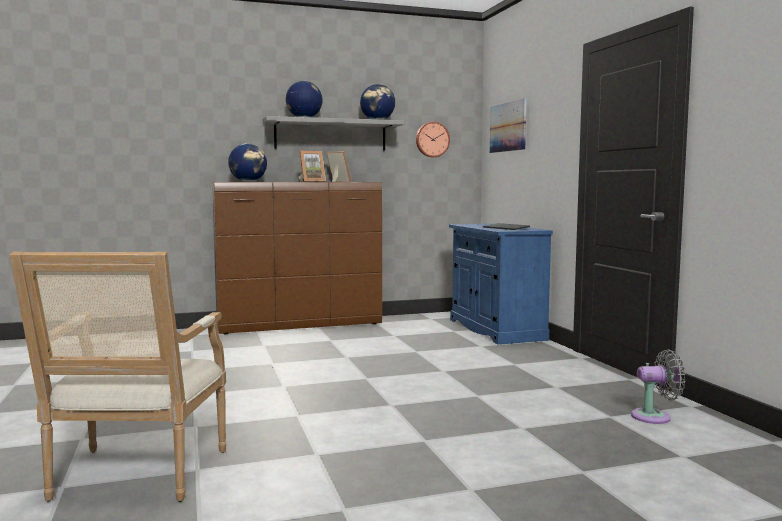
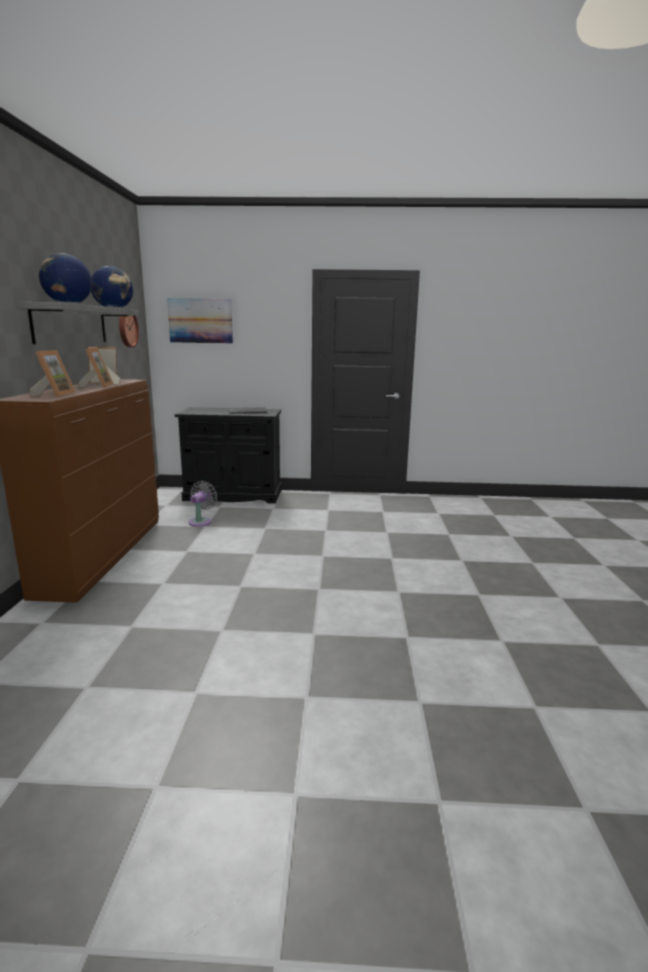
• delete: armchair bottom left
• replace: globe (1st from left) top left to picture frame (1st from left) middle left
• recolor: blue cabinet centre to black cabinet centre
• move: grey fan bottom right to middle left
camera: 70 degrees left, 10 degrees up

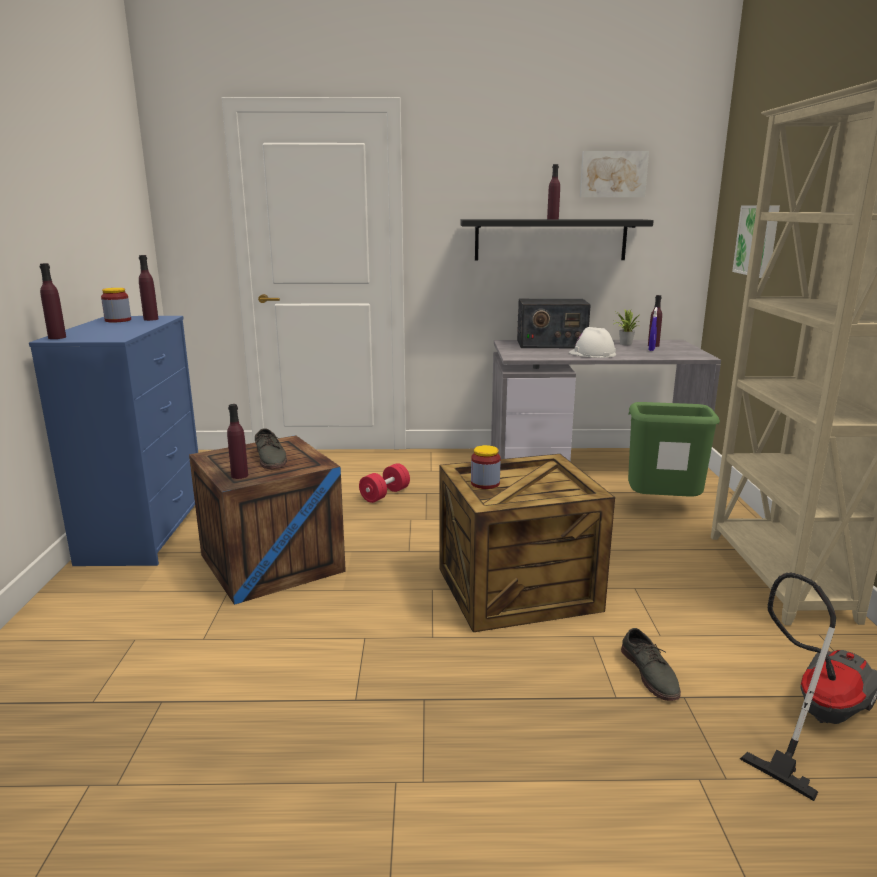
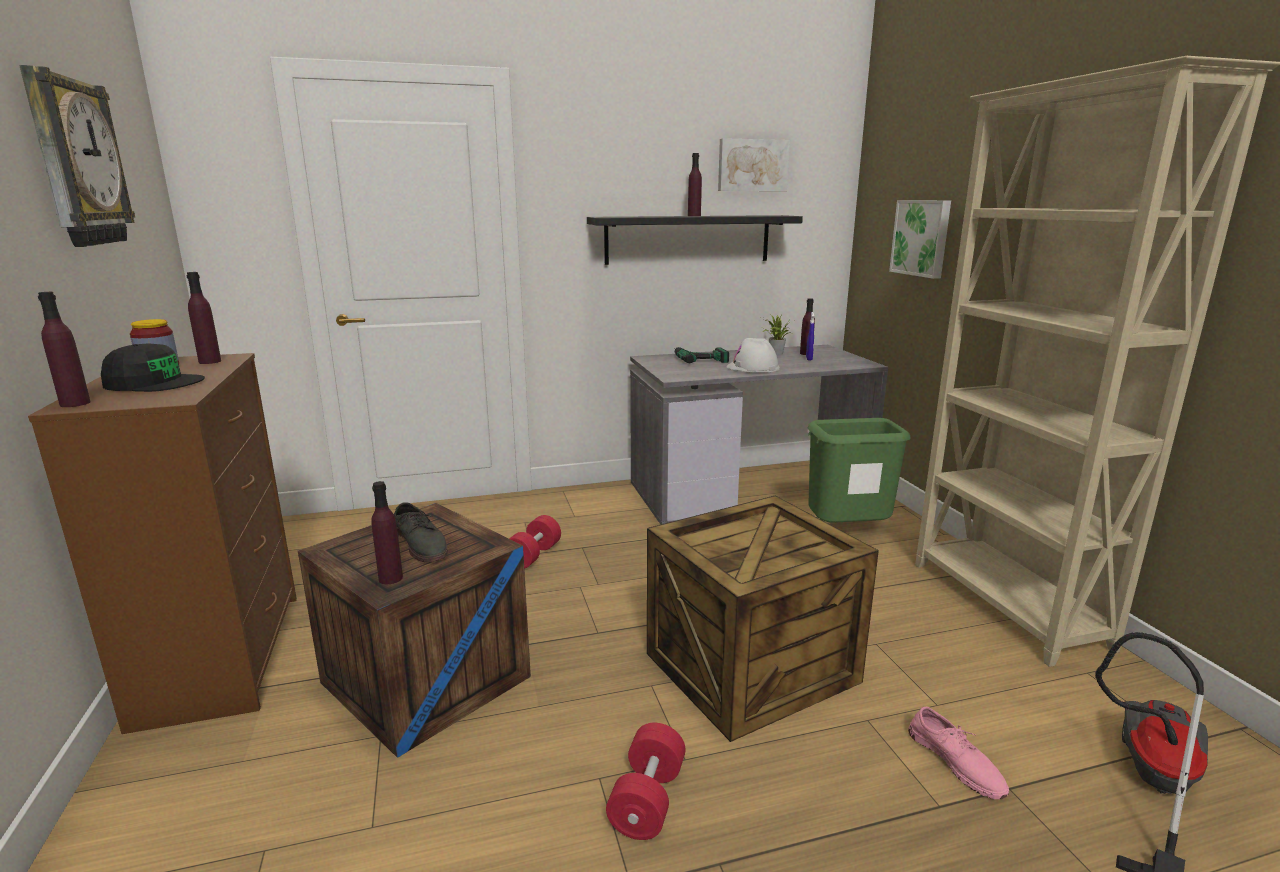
• recolor: blue dresser middle left to brown dresser middle left
• delete: jar (2nd from left) centre
• replace: radio centre to power drill centre
• recolor: grey shoe (2nd from left) bottom right to pink shoe bottom right
• insert: wall clock top left
• insert: black cap middle left
• insert: red dumbbell (2nd from left) bottom centre
camera: 15 degrees left, 0 degrees up

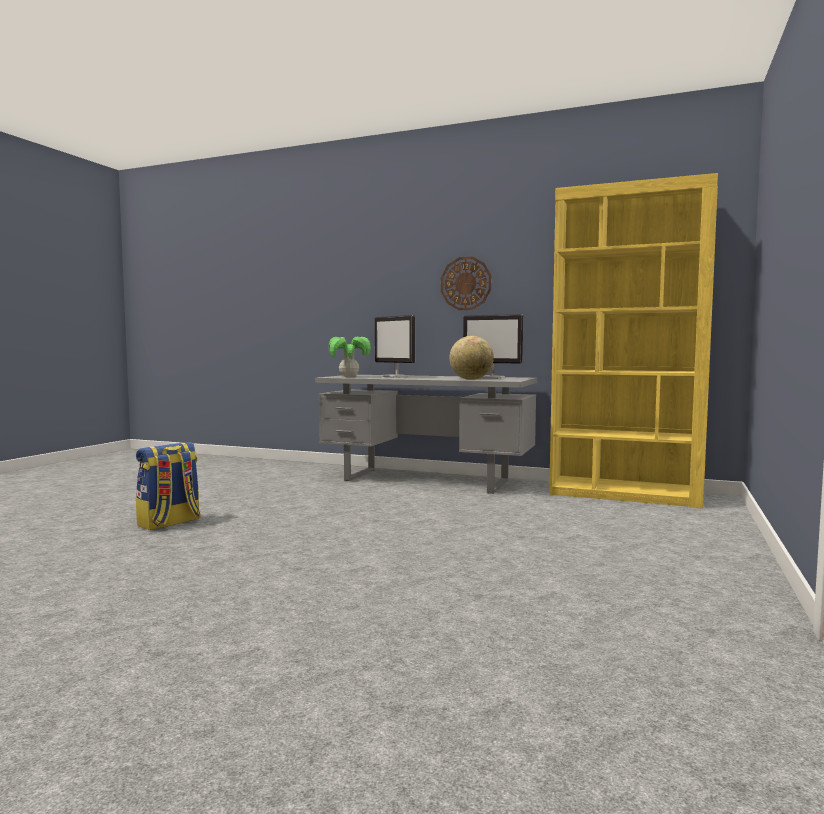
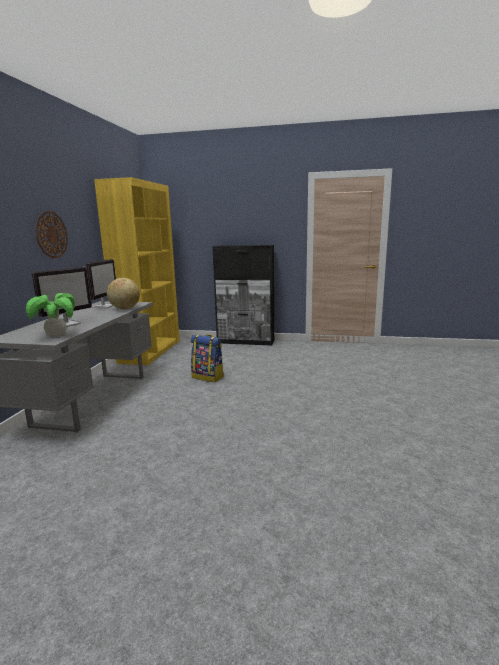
• move: backpack middle left to centre
• insert: black cabinet centre
camera: 100 degrees left, 10 degrees up

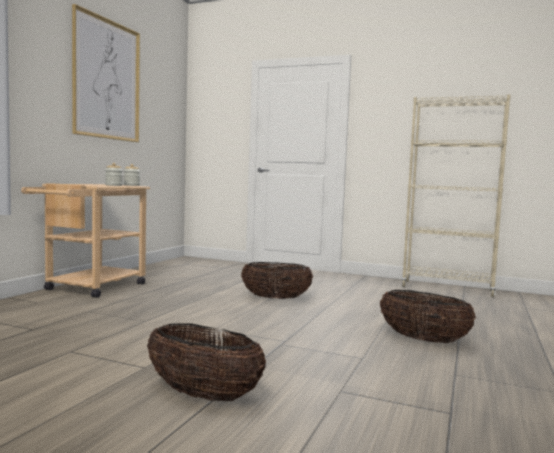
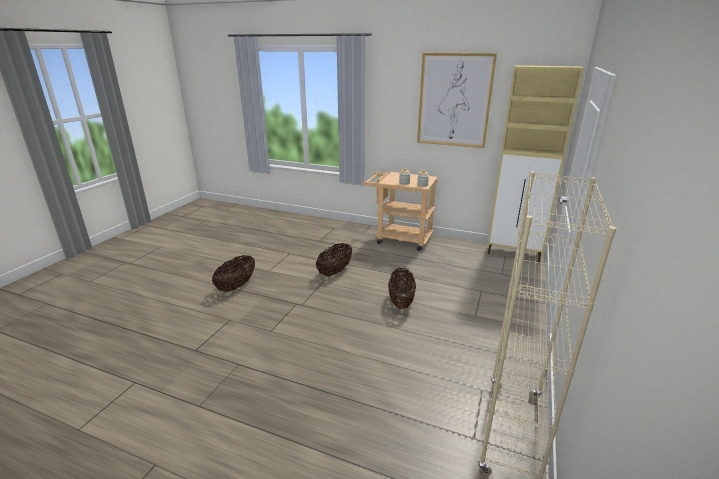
• move: basket (3rd from left in the first image) bottom right to basket (2nd from left) centre
• insert: beige cabinet middle right
camera: 90 degrees right, 20 degrees up

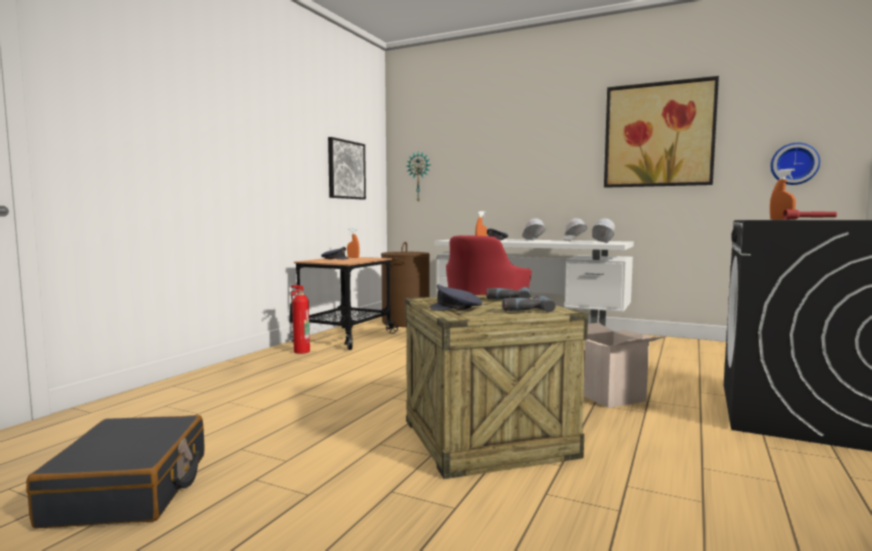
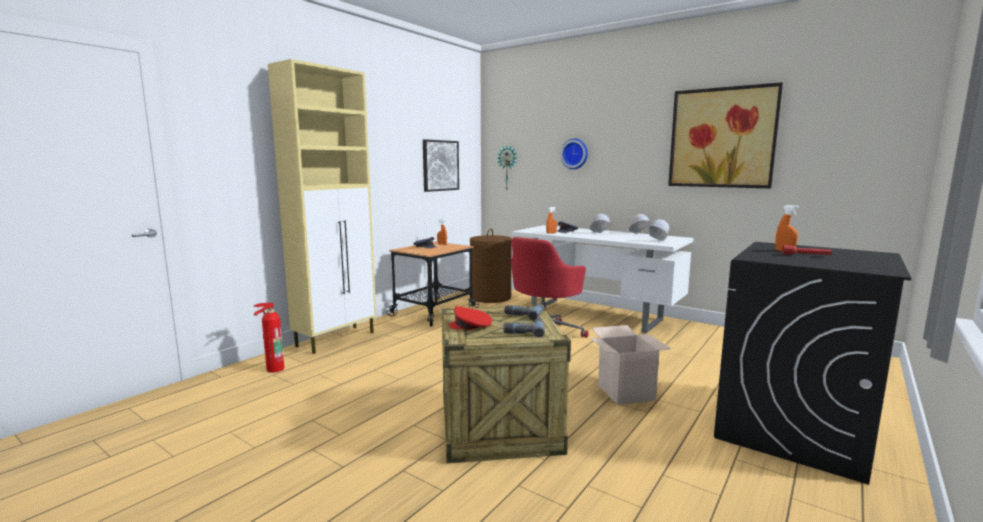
• delete: black suitcase bottom left
• move: fire extinguisher centre to middle left
• recolor: grey cap (2nd from left) centre to red cap centre
• move: wall clock (2nd from left) top right to top centre
• insert: beige cabinet middle left
camera: 10 degrees right, 5 degrees up

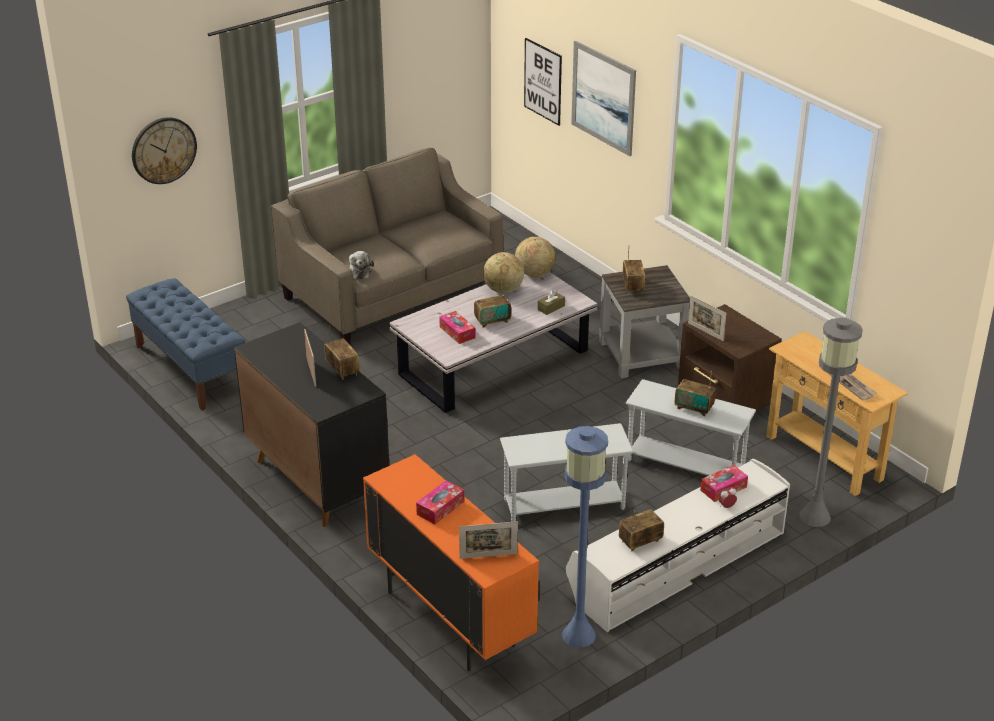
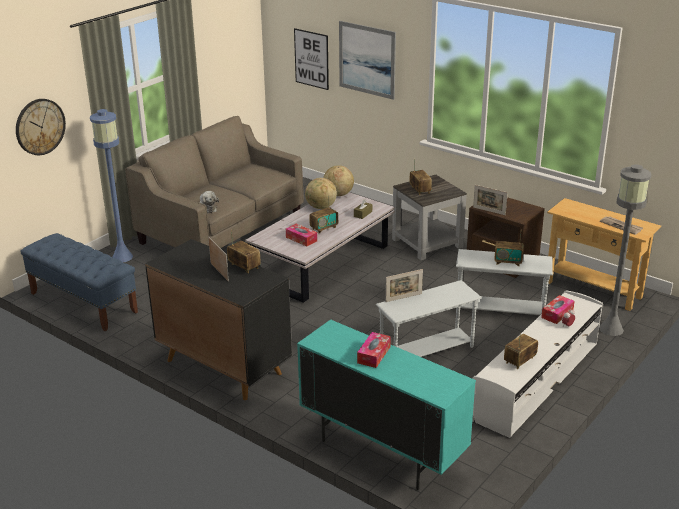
• recolor: orange cabinet bottom centre to turquoise cabinet bottom centre
• move: picture frame (2nd from left) bottom centre to centre
• move: blue floor lamp bottom centre to middle left
camera: 15 degrees left, 5 degrees down

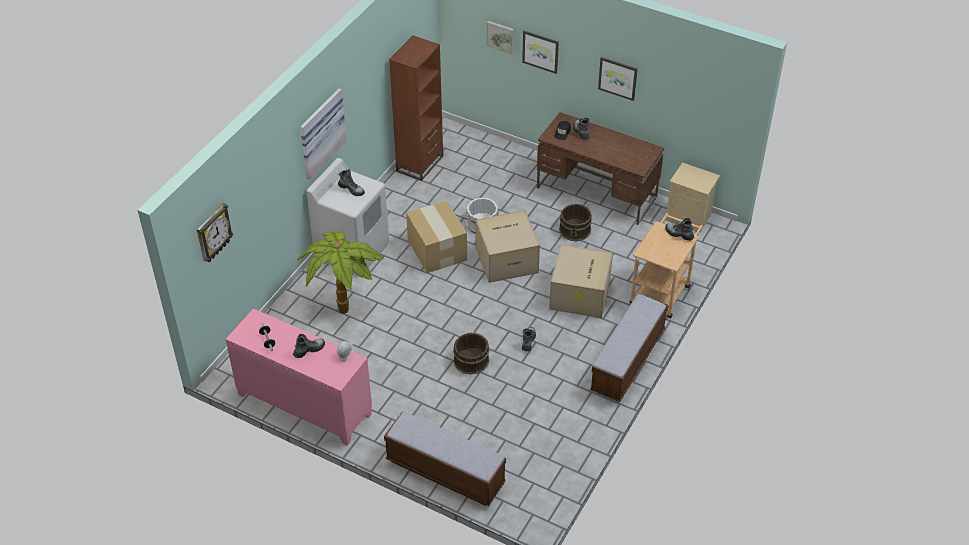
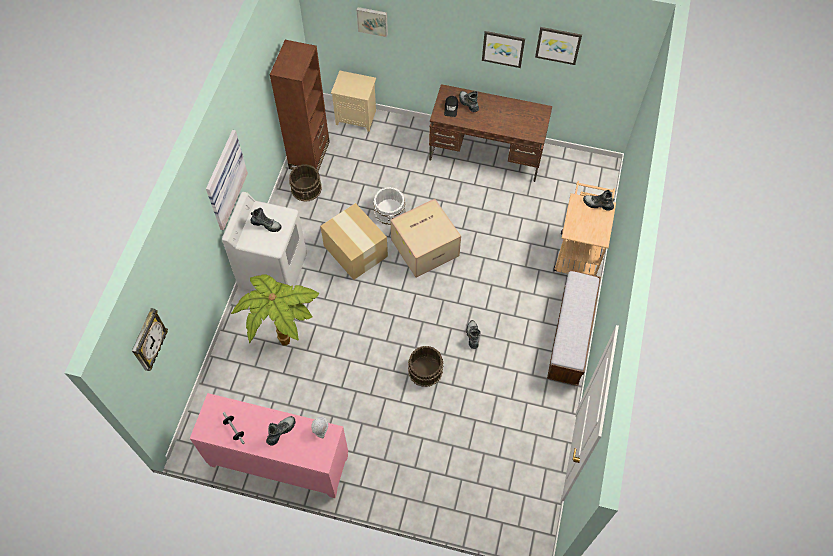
• delete: bench (1st from left) bottom centre
• move: picture (3rd from left in the first image) top centre to picture (4th from left) top right
• delete: cardboard box (3rd from left) centre
• move: brown bucket (2nd from left in the first image) centre to brown bucket (1st from left) top centre
• move: beige nightstand middle right to top centre
camera: 15 degrees left, 15 degrees up

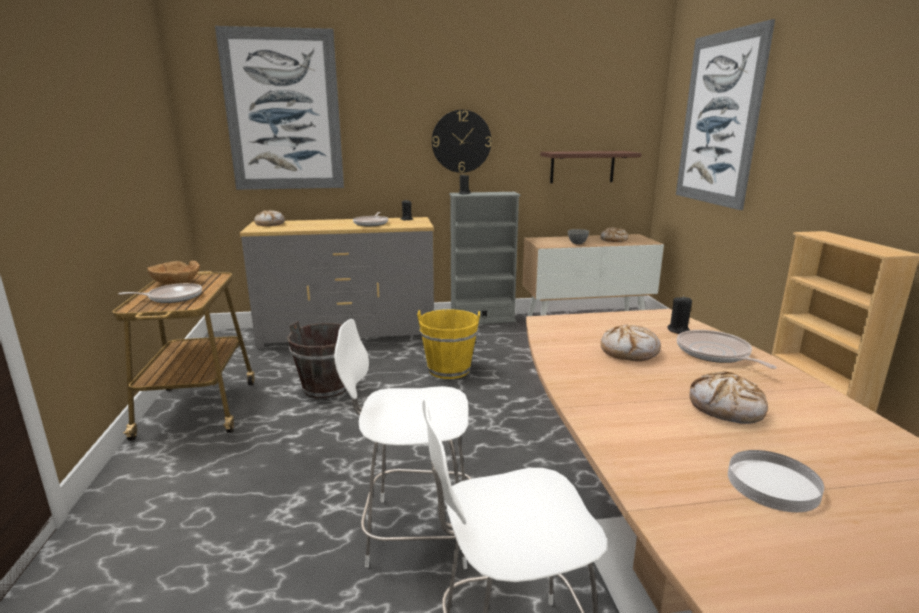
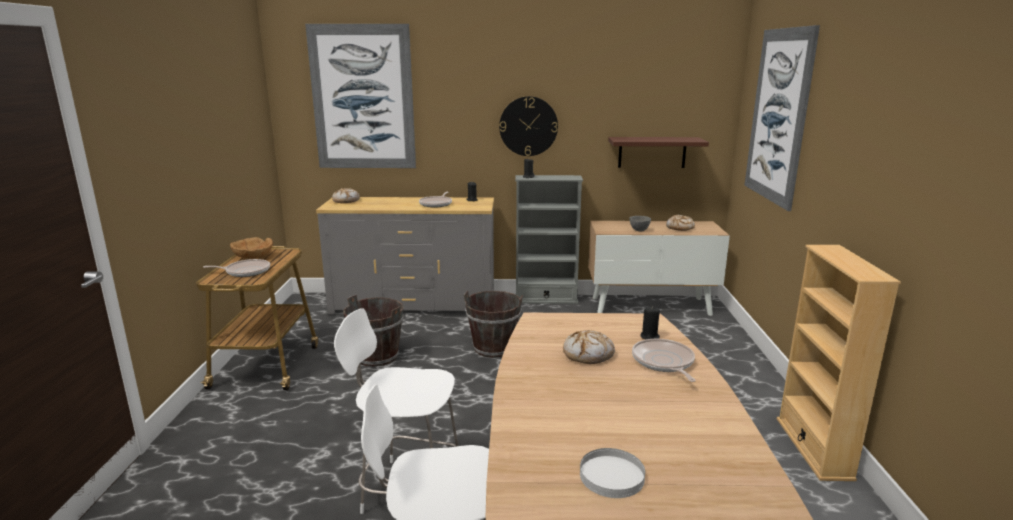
• recolor: yellow bucket centre to brown bucket (2nd from left) centre
• delete: bread (4th from left) middle right
camera: 10 degrees right, 0 degrees up

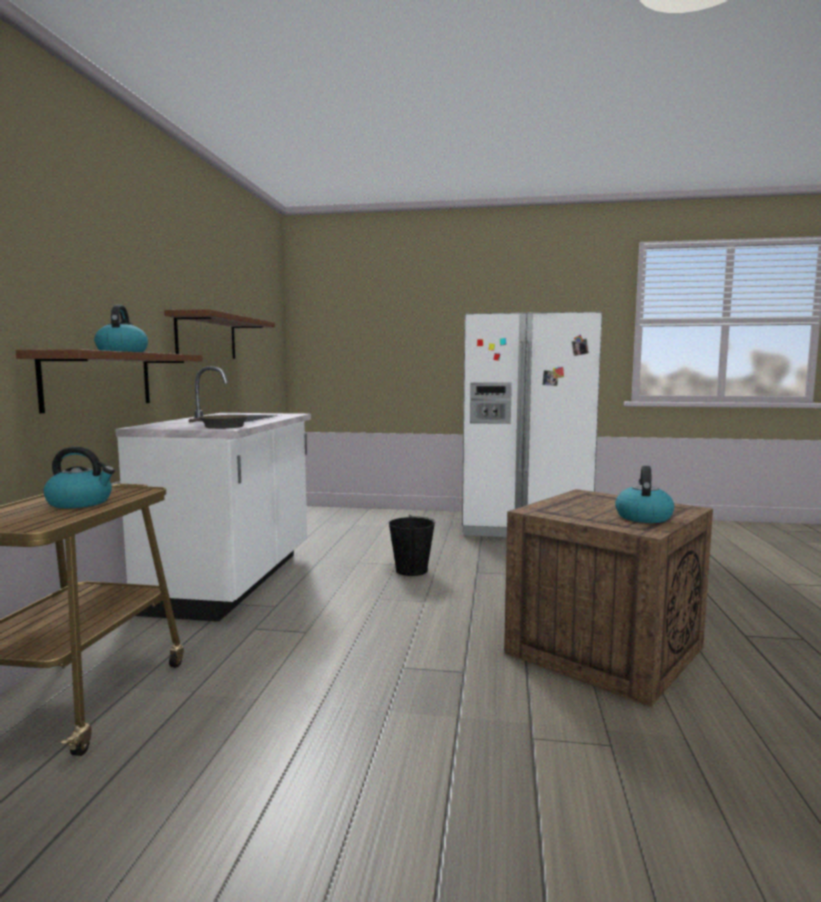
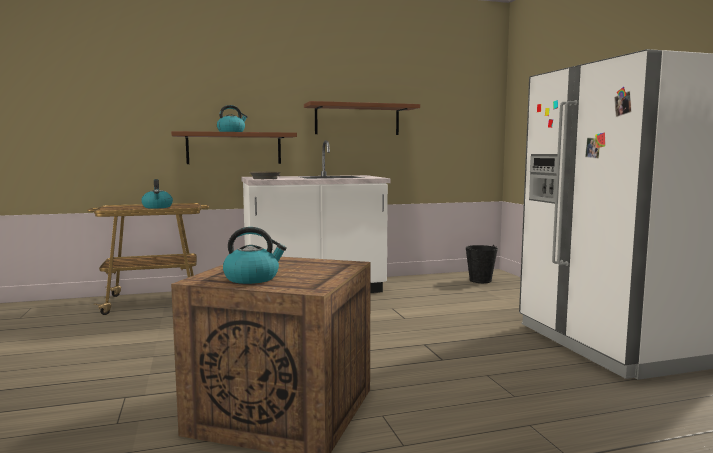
• move: black bucket centre to middle right
camera: 65 degrees right, 0 degrees up

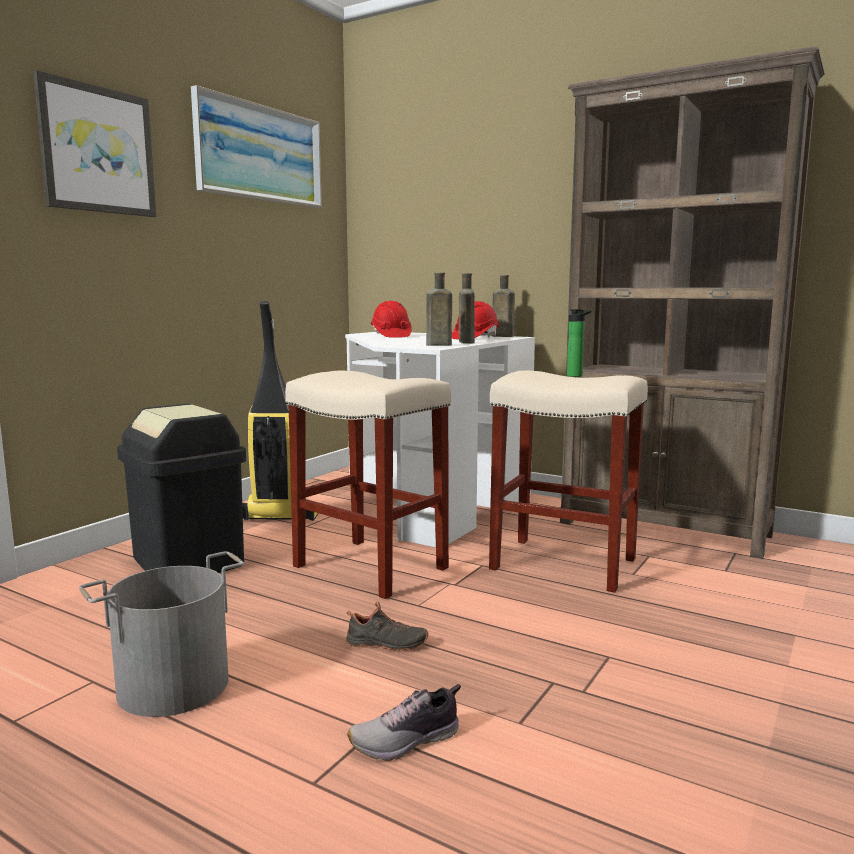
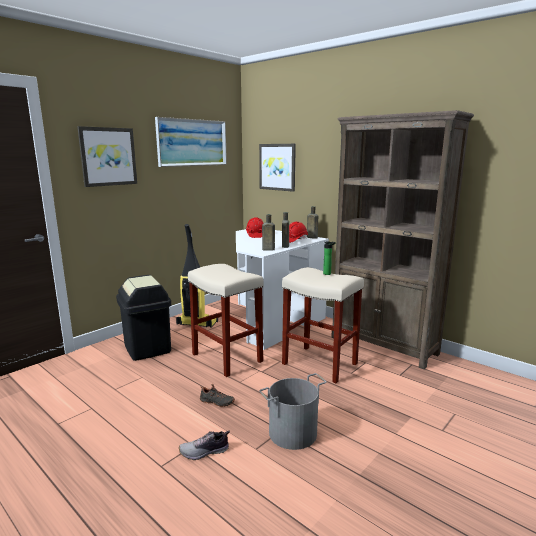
• move: grey bucket bottom left to bottom centre
• insert: picture (3rd from left) top centre
camera: 10 degrees right, 5 degrees up

